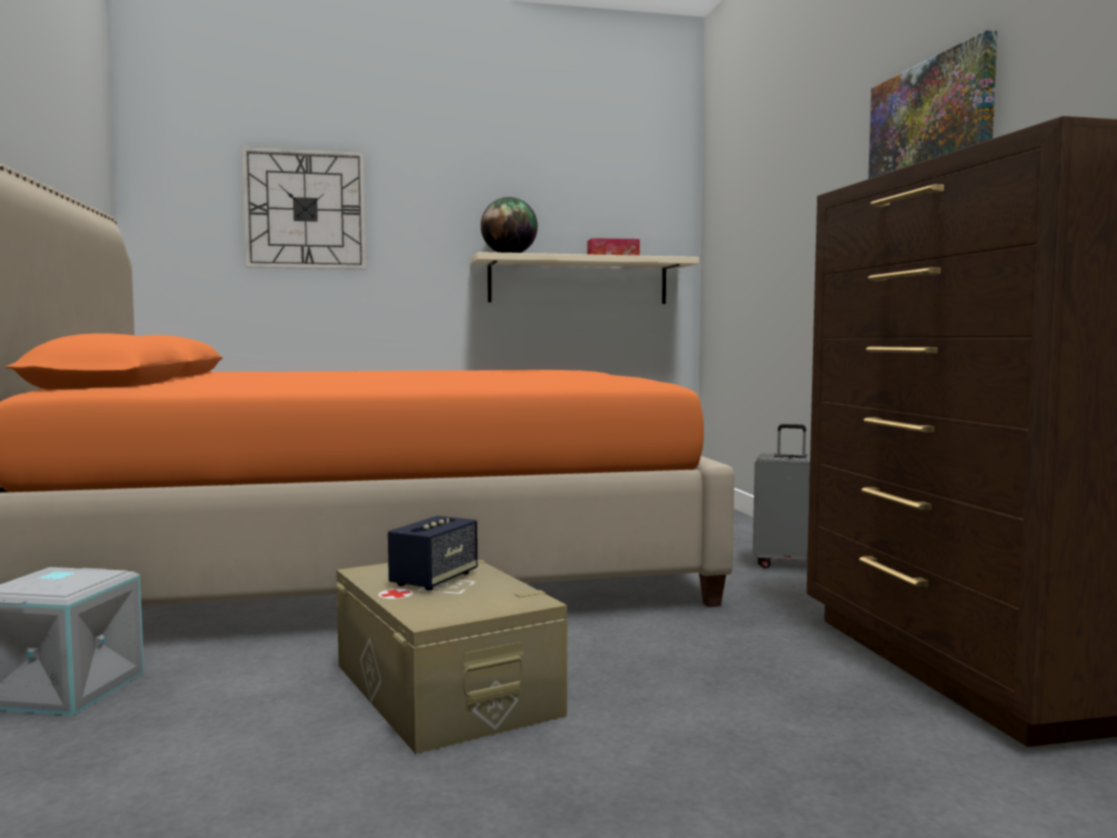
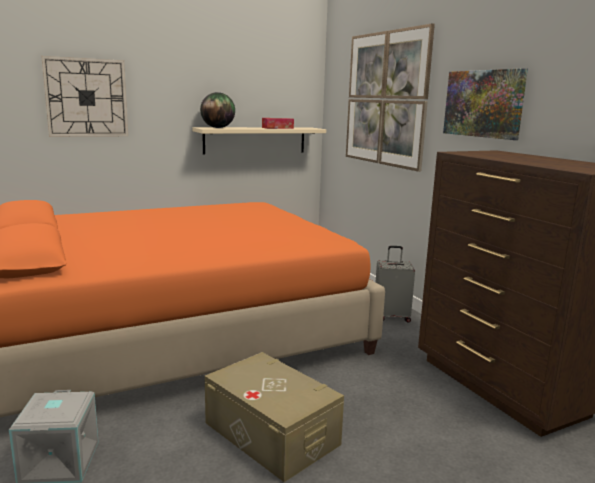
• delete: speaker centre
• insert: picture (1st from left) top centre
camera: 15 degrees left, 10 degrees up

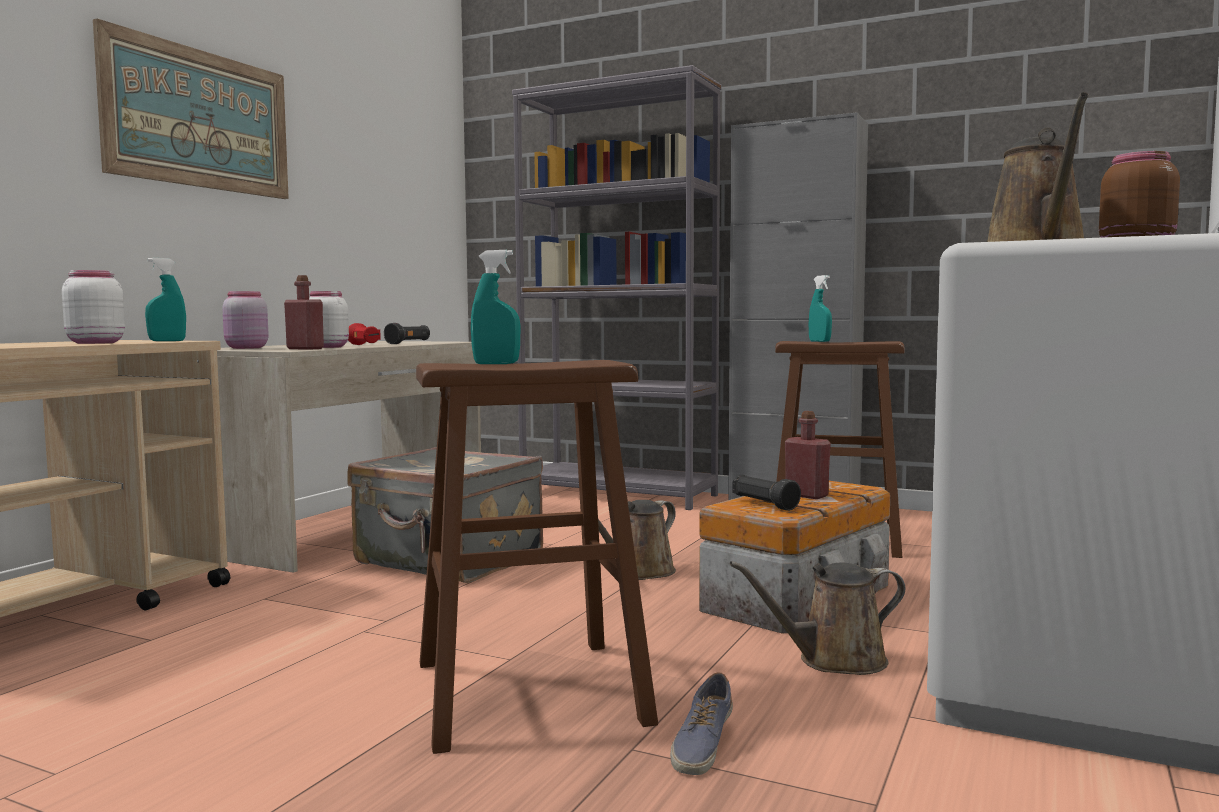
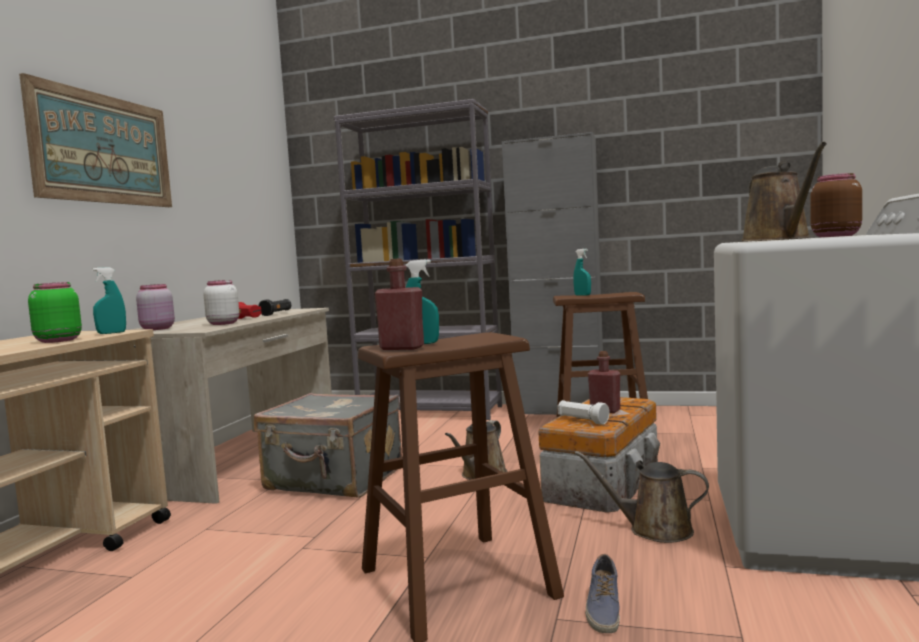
• recolor: white jar (1st from left) middle left to green jar middle left
• move: red bottle (1st from left) middle left to centre
• rotate: brown watering can (2nd from left) bottom right = bottom right 45 degrees clockwise
• recolor: black flashlight (2nd from left) centre to white flashlight centre
camera: 10 degrees left, 0 degrees up

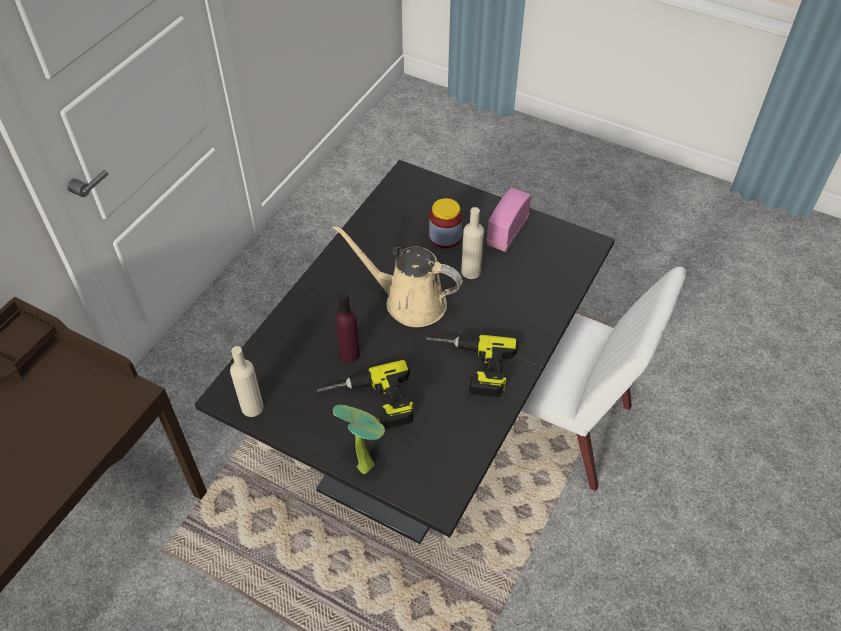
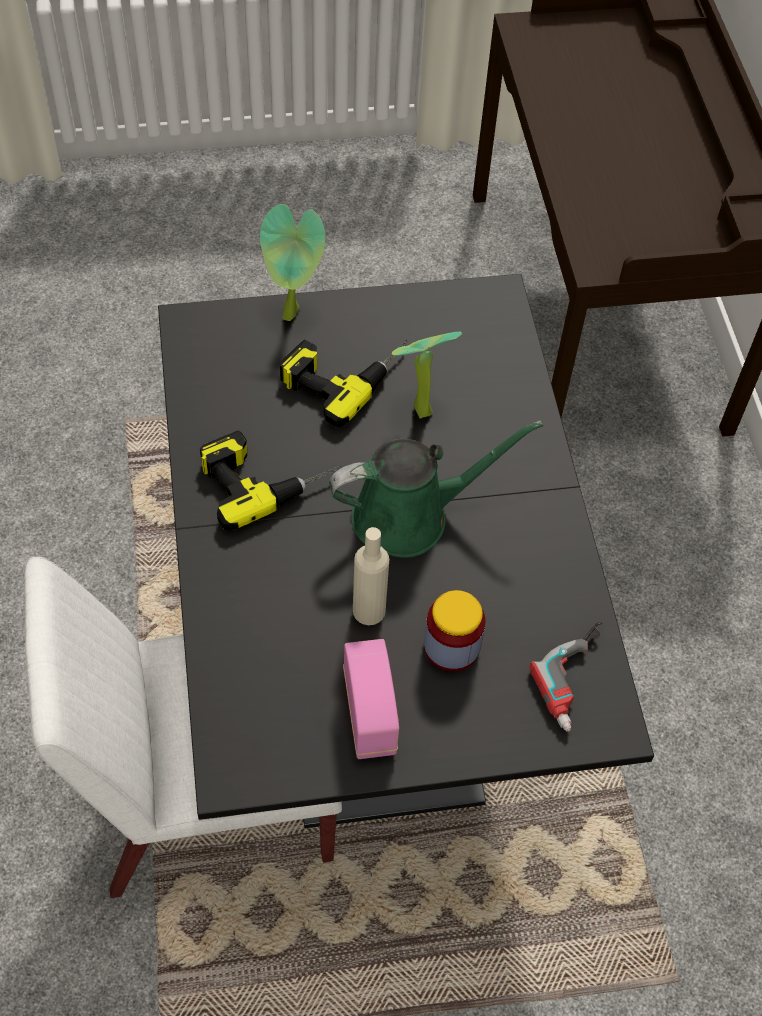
• delete: beige bottle (1st from left) middle left
• recolor: beige watering can centre to green watering can centre
• replace: purple bottle centre to potted plant (2nd from left) centre
• insert: power drill (3rd from left) middle right
camera: 140 degrees right, 5 degrees up

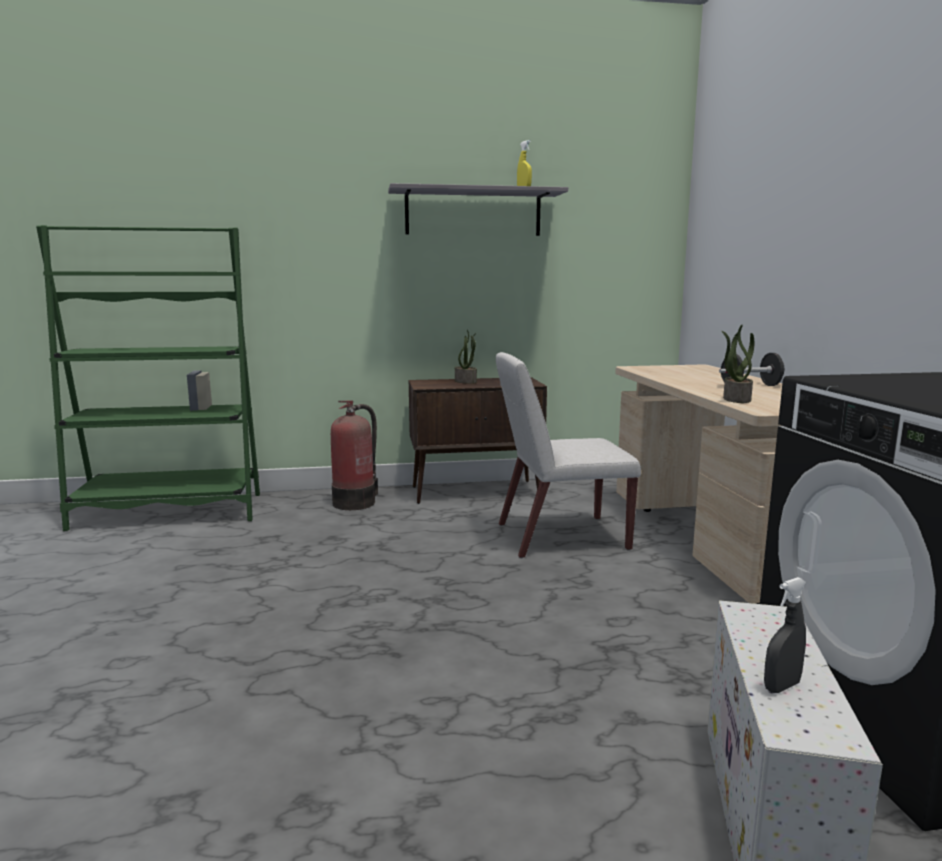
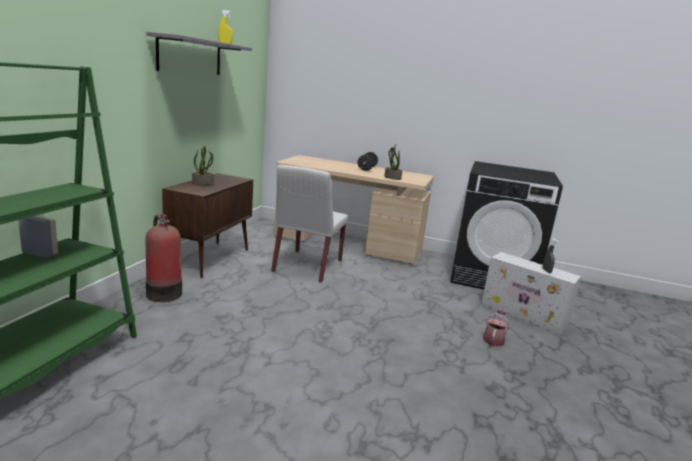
• insert: watering can bottom right
camera: 65 degrees left, 5 degrees up

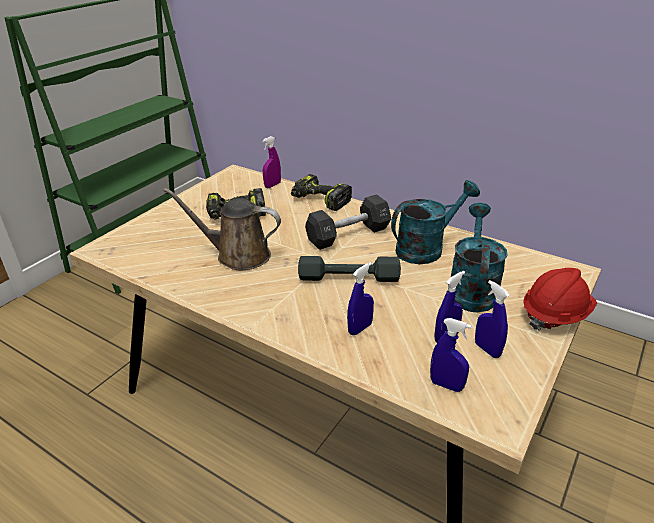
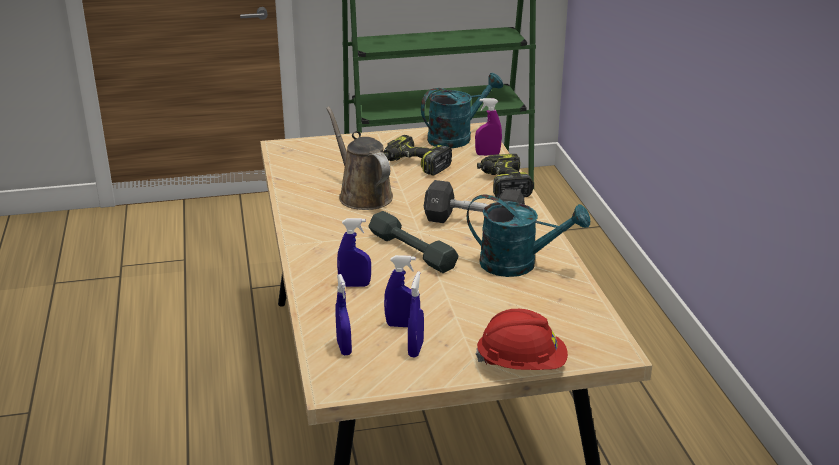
• move: turquoise watering can (2nd from left in the first image) middle right to turquoise watering can (1st from left) top centre
camera: 45 degrees right, 5 degrees down

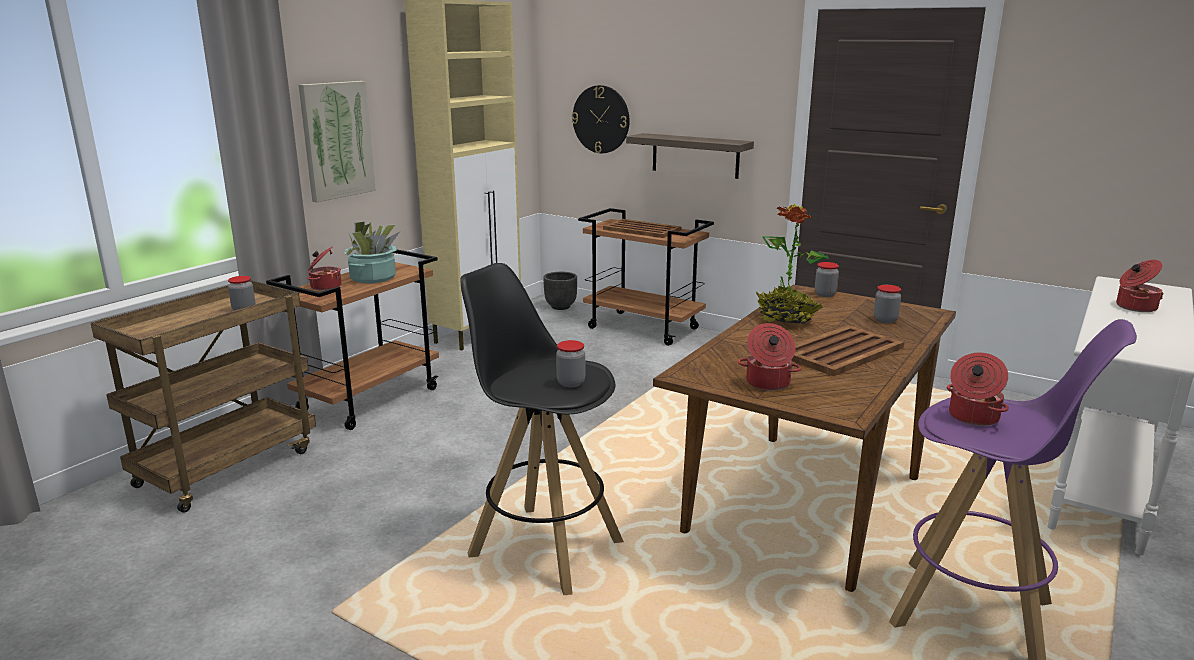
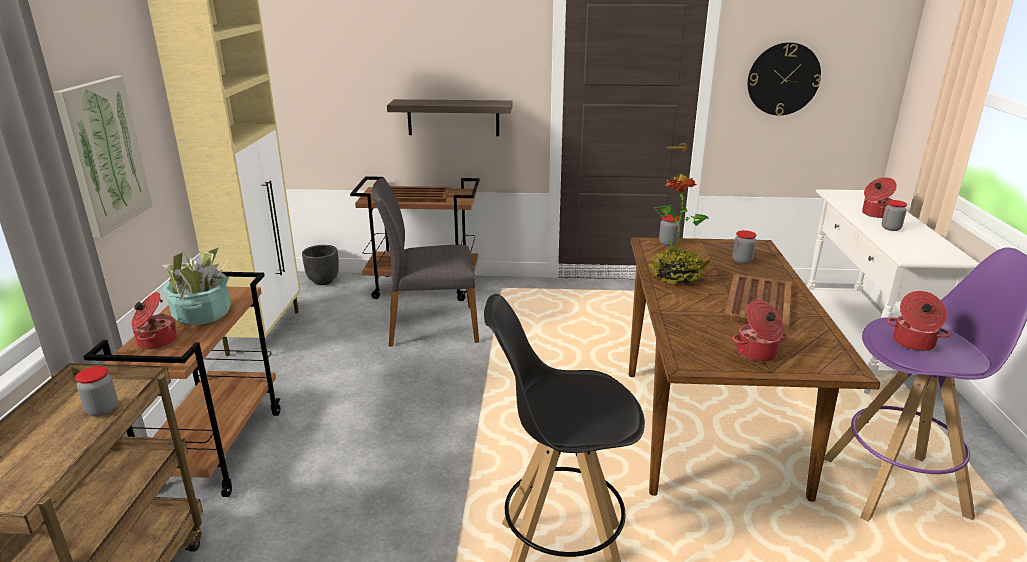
• move: jar (2nd from left in the first image) centre to jar (4th from left) middle right
• move: wall clock top centre to top right
• insert: grey chair centre
camera: 30 degrees left, 5 degrees up

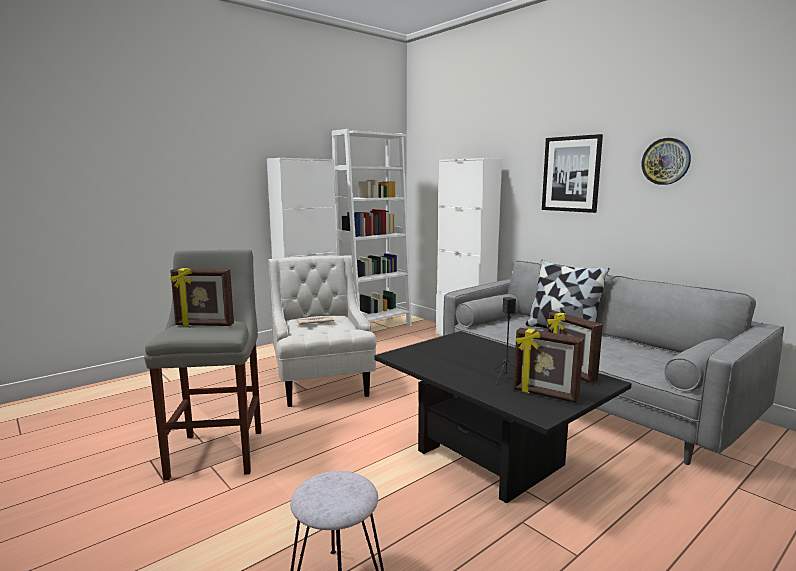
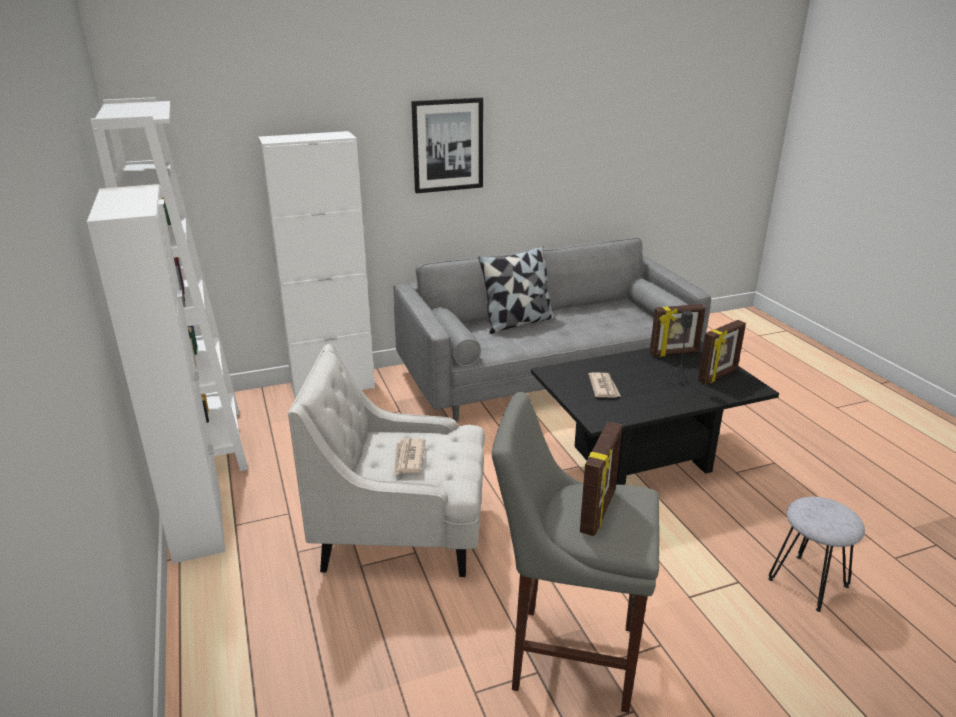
• delete: wall clock top right
• insert: newspaper (2nd from left) centre
camera: 70 degrees left, 15 degrees up

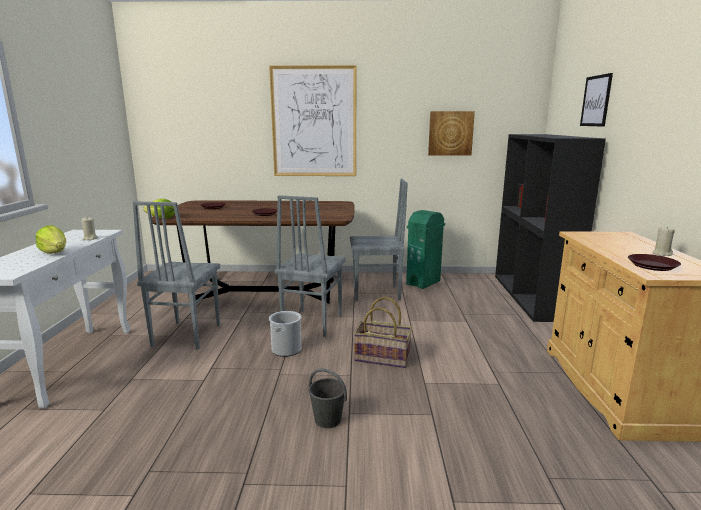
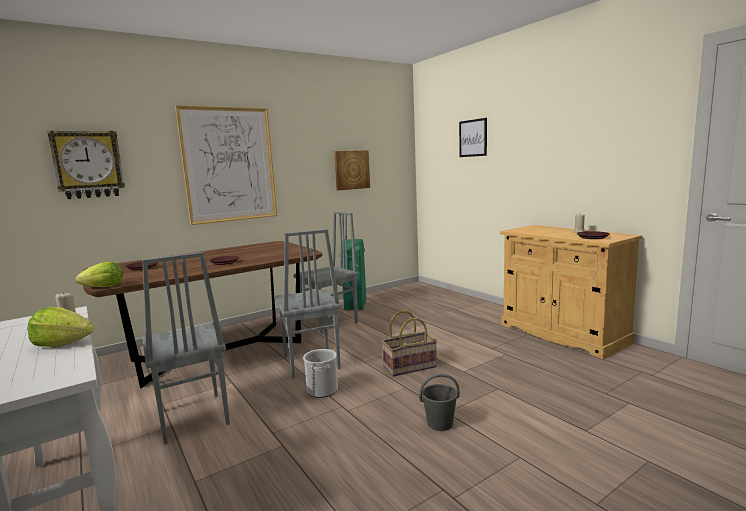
• delete: black bookcase middle right
• insert: wall clock top left
camera: 35 degrees left, 5 degrees down

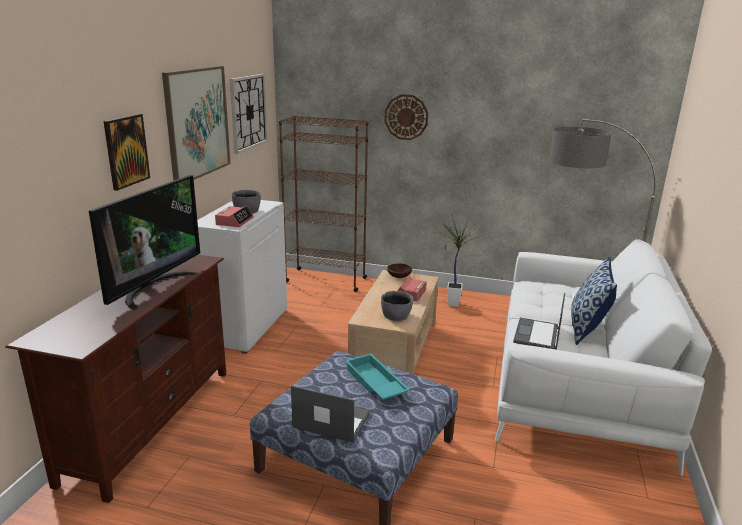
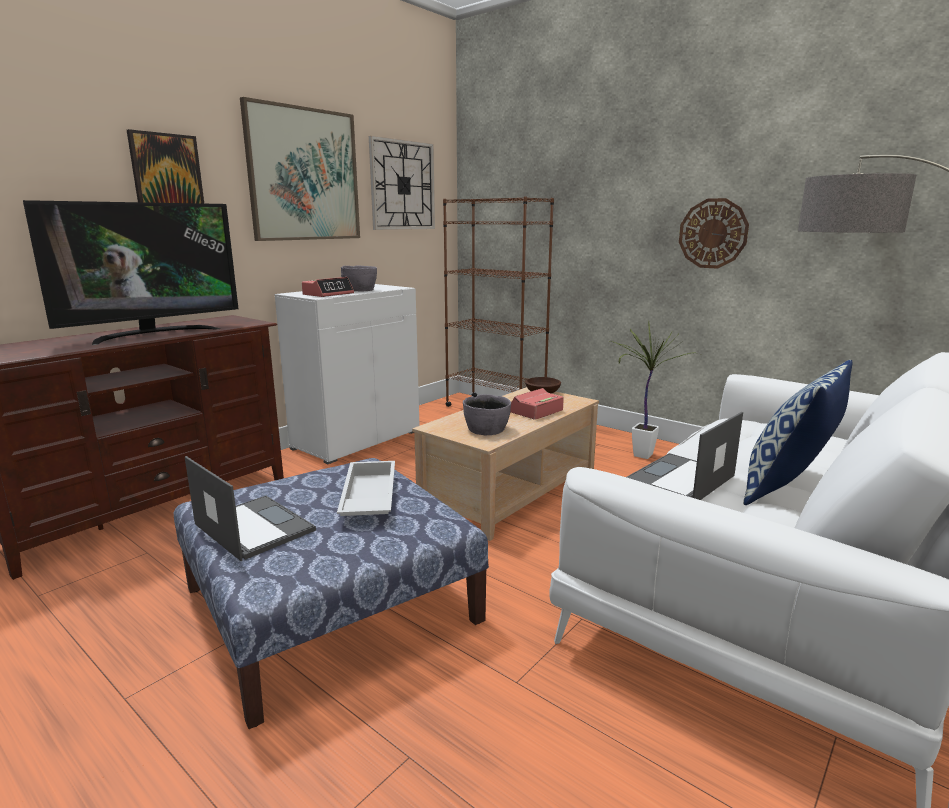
• recolor: turquoise tray bottom centre to white tray centre
• move: wall clock (2nd from left) top centre to top right
camera: 25 degrees right, 5 degrees down

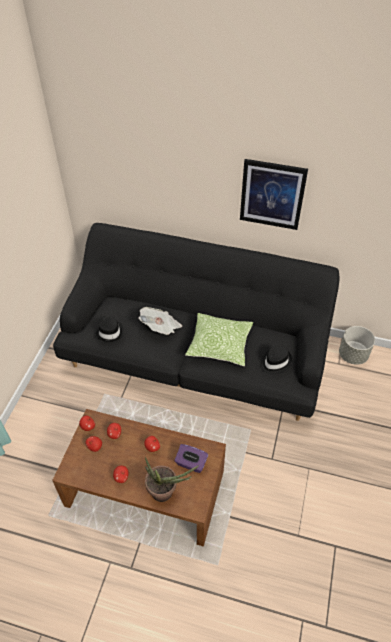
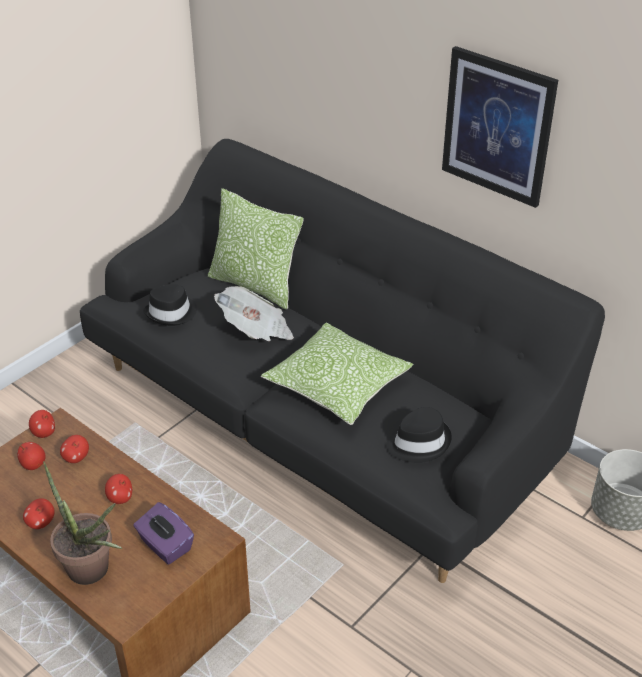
• insert: pillow (1st from left) centre
camera: 25 degrees right, 10 degrees down

